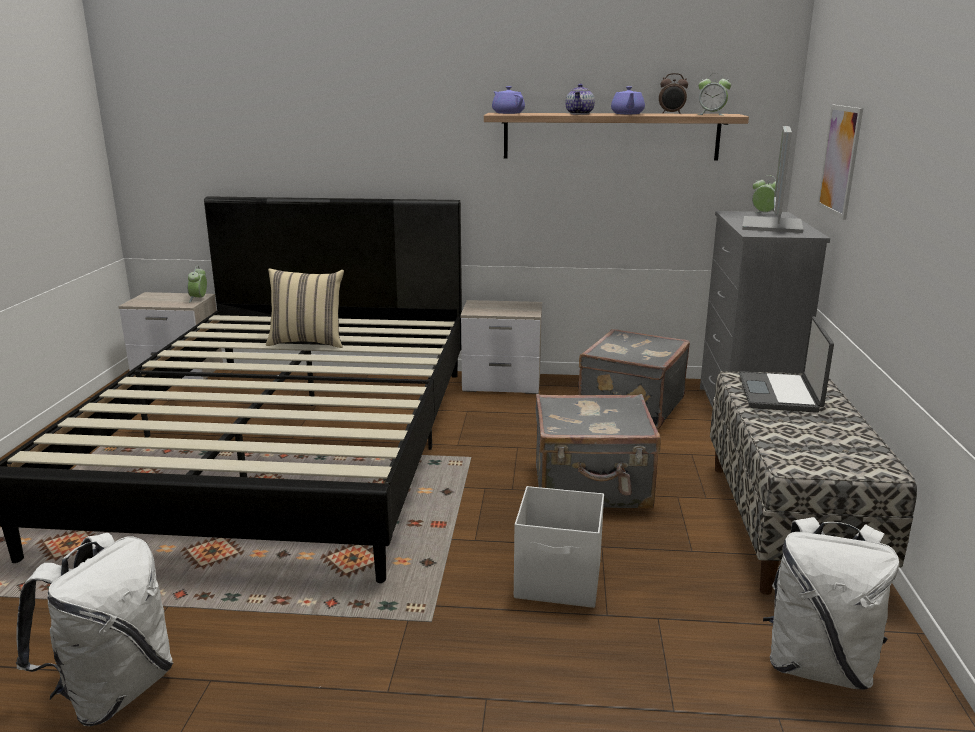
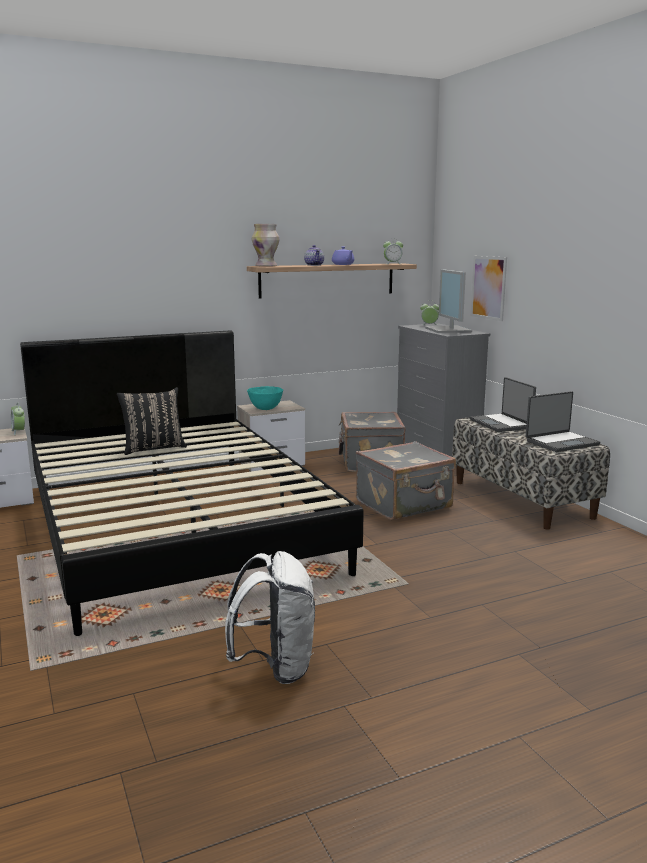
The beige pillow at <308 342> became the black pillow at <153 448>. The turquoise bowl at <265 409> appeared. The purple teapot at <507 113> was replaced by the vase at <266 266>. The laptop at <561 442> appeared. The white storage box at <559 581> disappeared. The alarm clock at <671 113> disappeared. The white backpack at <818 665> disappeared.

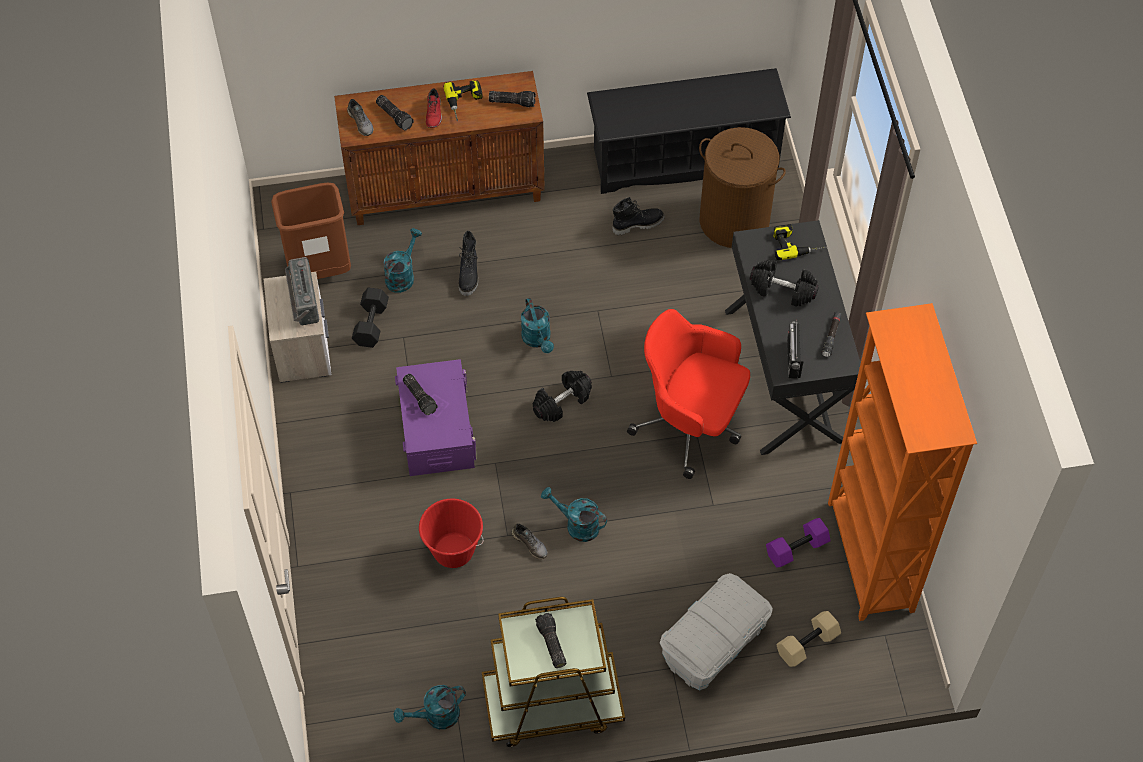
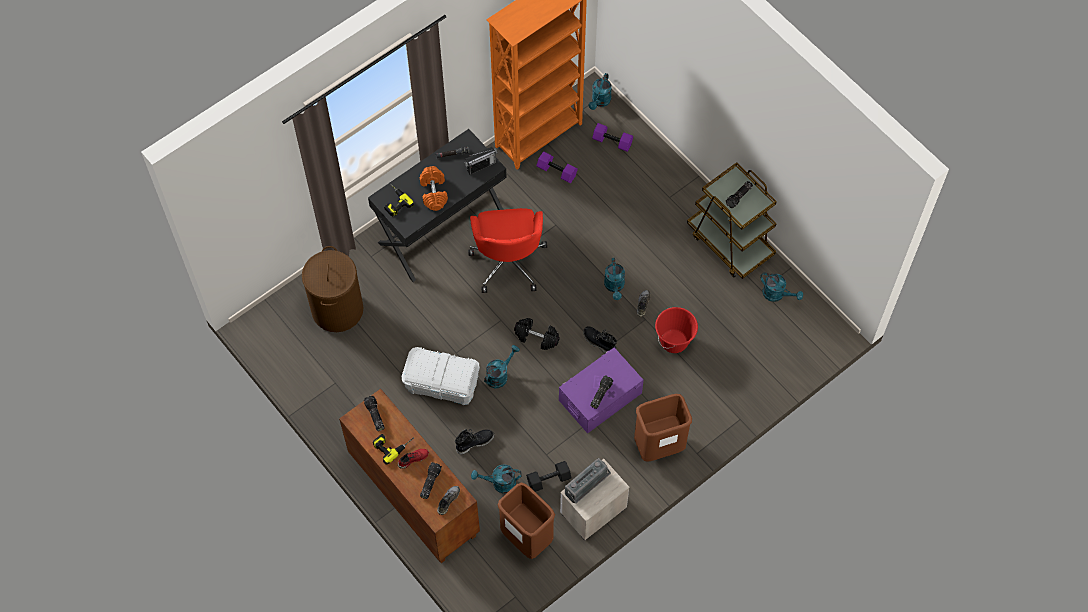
The white storage box moved from <714 644> to <442 384>. The black dumbbell at <782 290> became the orange dumbbell at <434 193>. The black boot moved from <637 224> to <598 343>. The turquoise watering can at <600 101> appeared. The beige dumbbell at <807 645> became the purple dumbbell at <613 141>. The brown trash can at <659 446> appeared. The black shoe rack at <684 159> disappeared.

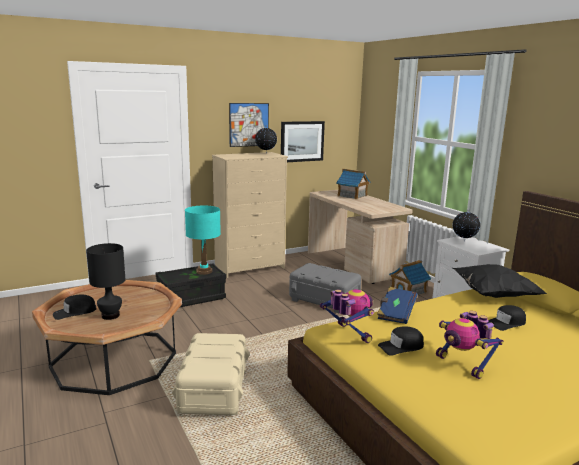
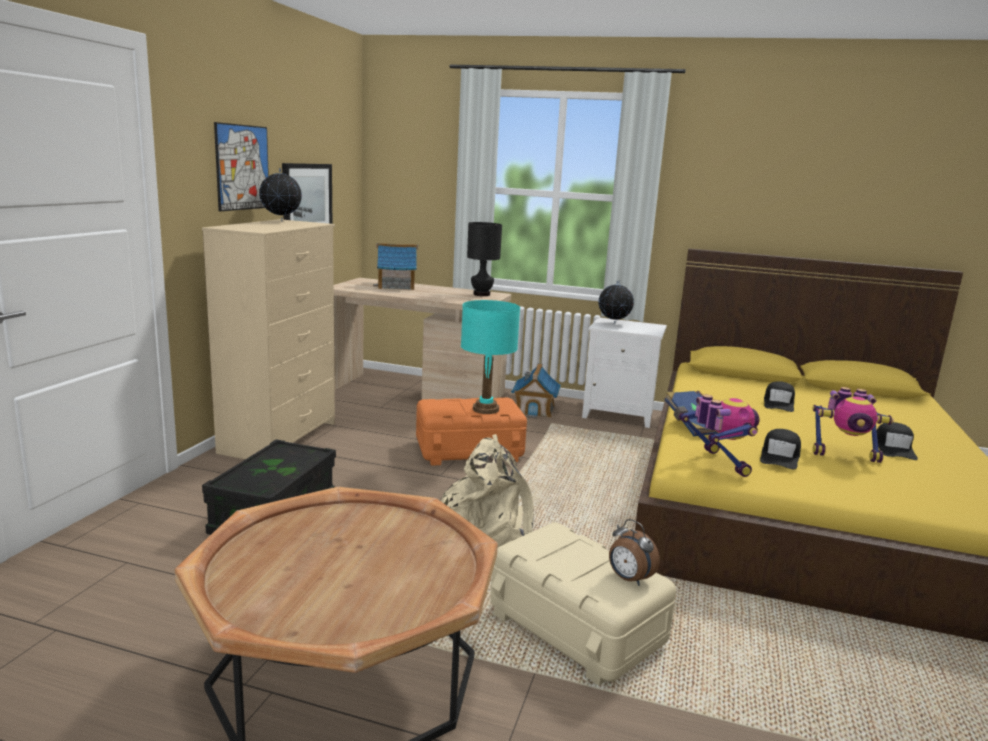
The grey storage box at <324 300> became the orange storage box at <469 450>. The beige backpack at <487 529> appeared. The turquoise table lamp moved from <204 271> to <486 409>. The black table lamp moved from <110 316> to <482 294>. The alarm clock at <629 579> appeared. The toy robot at <348 334> turned 60 degrees clockwise. The black cap moved from <75 312> to <894 448>. The black pillow at <492 295> disappeared.

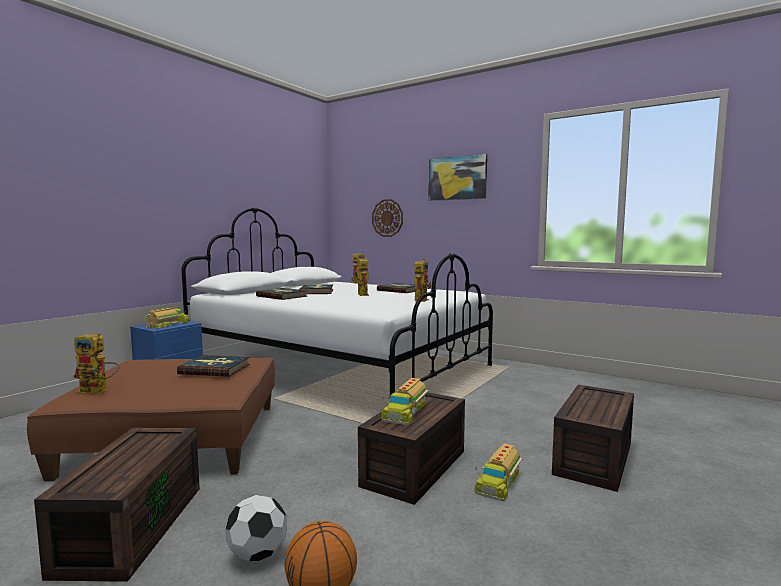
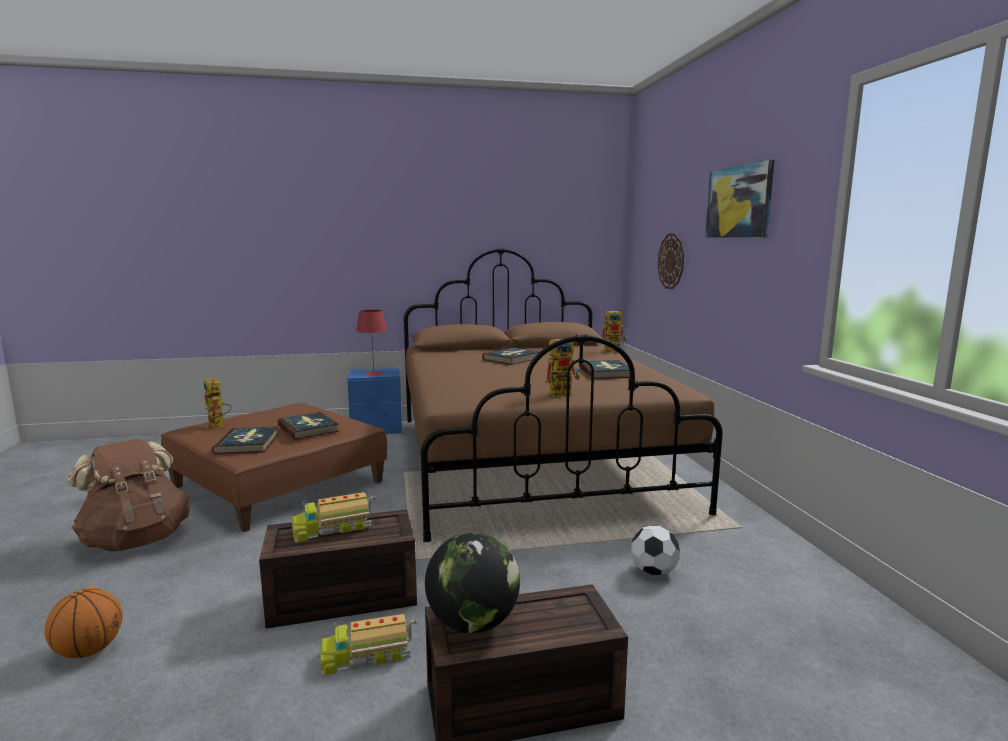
The brown storage box at <131 526> was replaced by the brown backpack at <137 540>. The book moved from <282 296> to <248 443>. The toy truck at <167 325> was replaced by the red table lamp at <373 373>. The white bed at <342 368> became the brown bed at <530 459>. The globe at <473 623> appeared. The football moved from <258 554> to <653 571>. The toy robot at <361 294> disappeared.

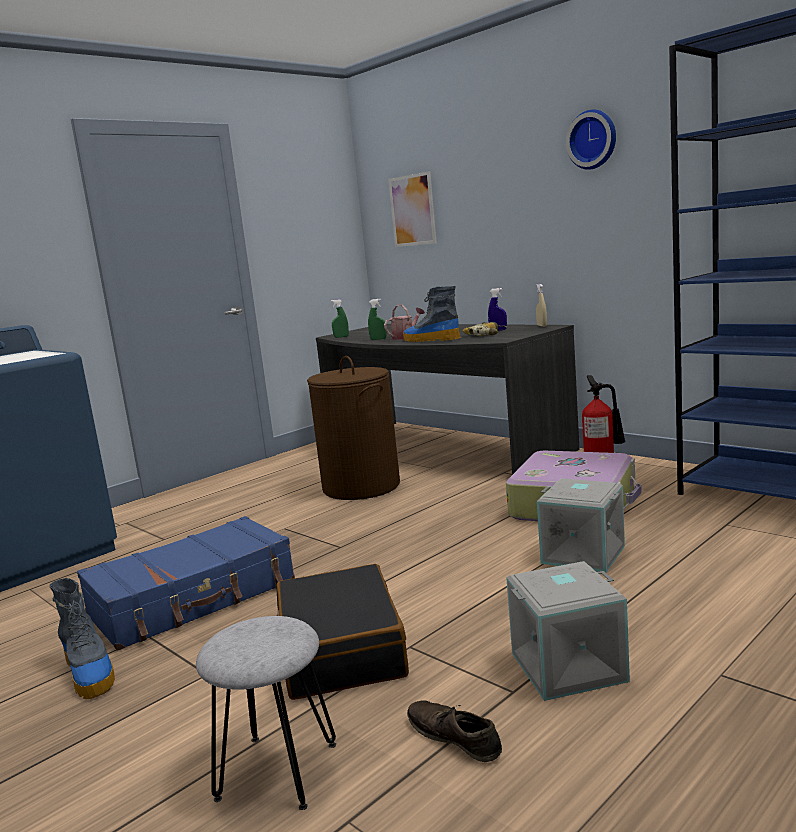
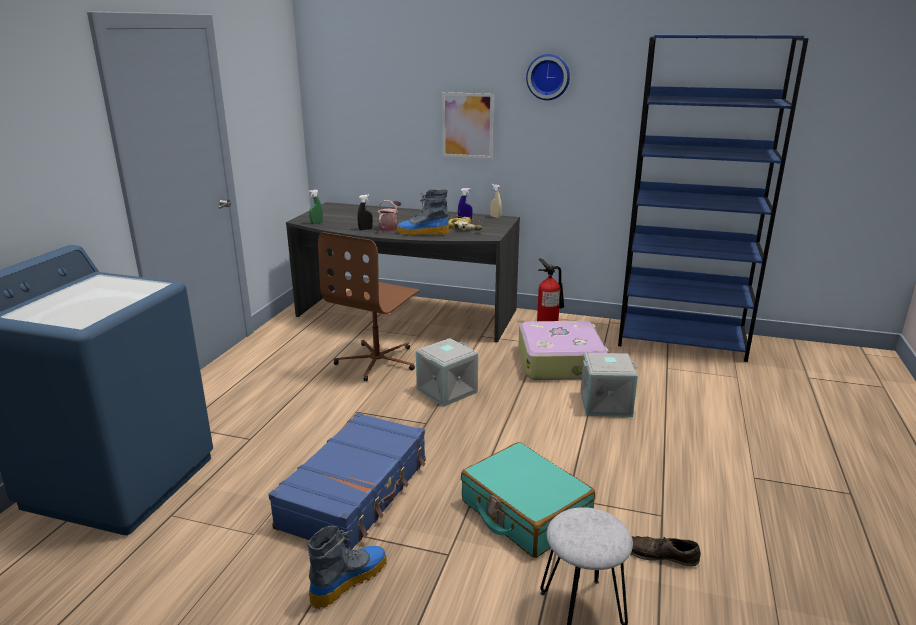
The boot at <90 674> turned 75 degrees counterclockwise. The brown laundry basket at <361 487> was replaced by the brown office chair at <378 361>. The green spray bottle at <378 339> became the black spray bottle at <365 229>. The grey storage box moved from <568 668> to <447 391>. The picture moved from <412 210> to <467 125>. The black suitcase at <340 650> became the turquoise suitcase at <524 512>.

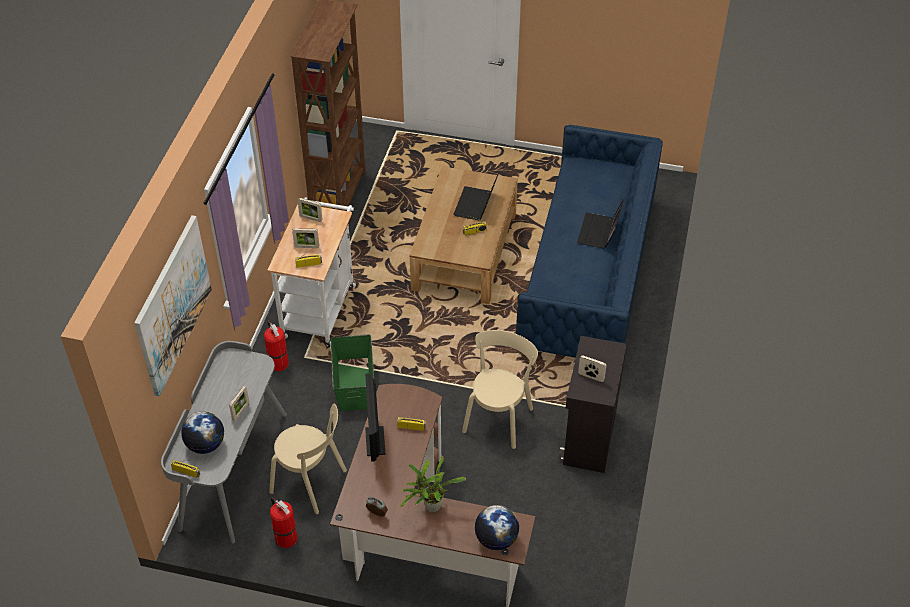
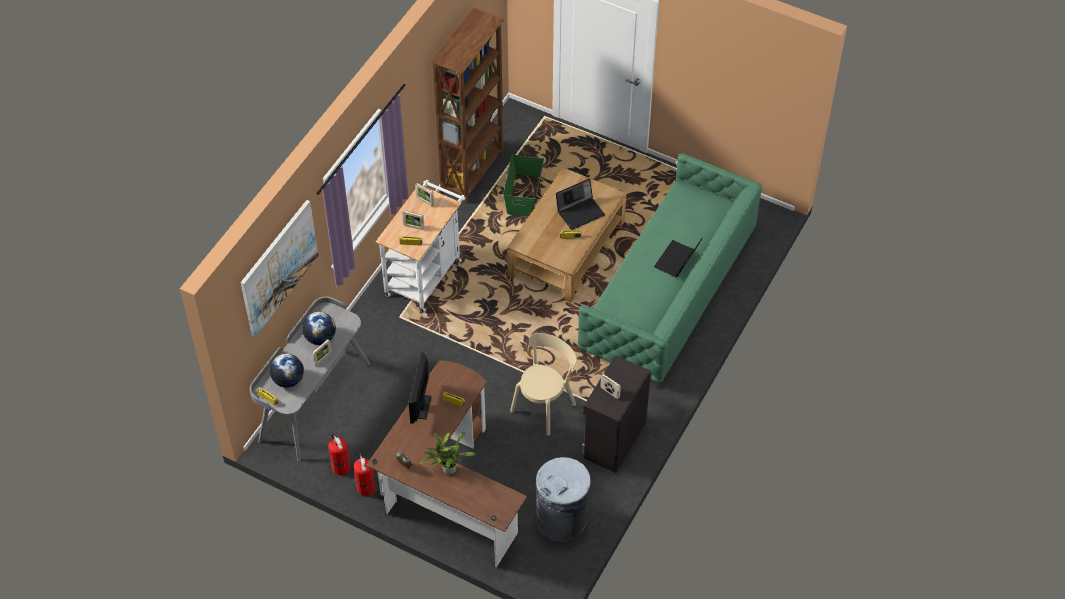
The globe moved from <496 539> to <320 338>. The fire extinguisher moved from <278 362> to <365 487>. The green storage box moved from <354 384> to <524 195>. The grey trash can at <562 520> appeared. The laptop at <476 205> turned 150 degrees counterclockwise. The blue sofa at <588 274> became the green sofa at <668 293>. The beige chair at <311 483> disappeared.

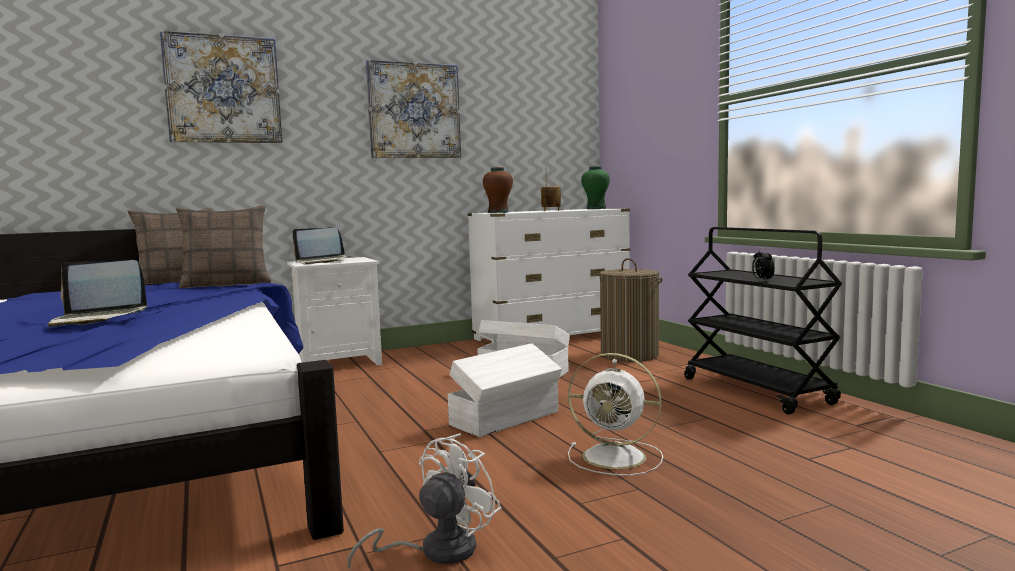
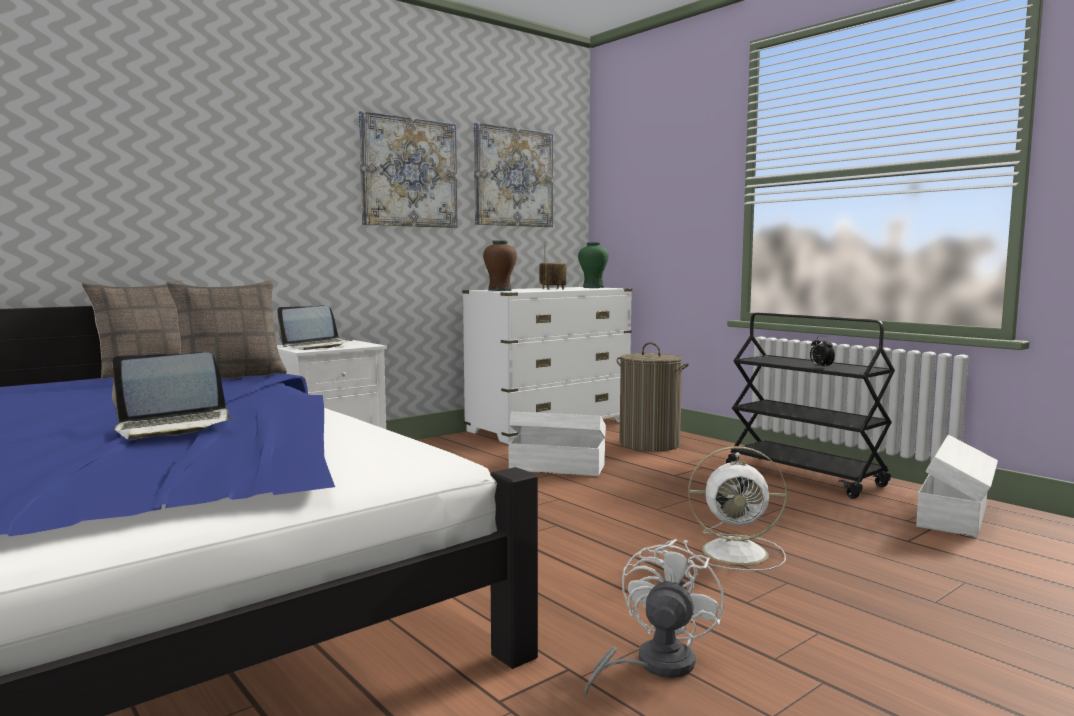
The picture moved from <223 89> to <513 177>. The white storage box moved from <506 418> to <954 516>.

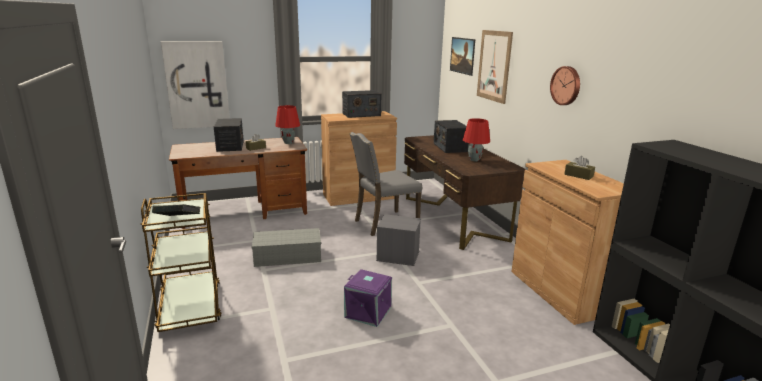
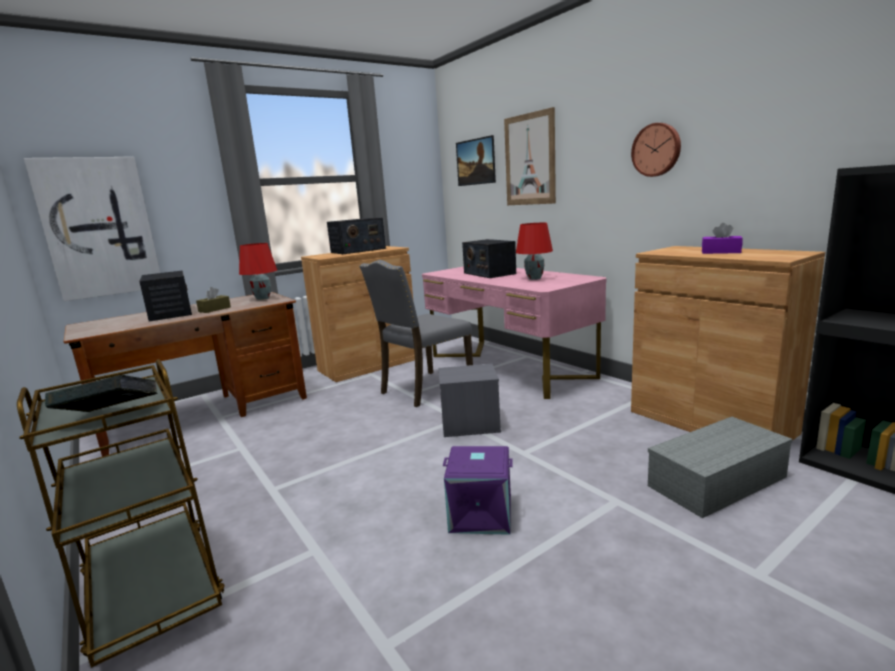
The brown desk at <453 218> became the pink desk at <508 366>. The grey storage box moved from <286 257> to <717 482>. The brown tissue box at <578 175> became the purple tissue box at <720 252>.

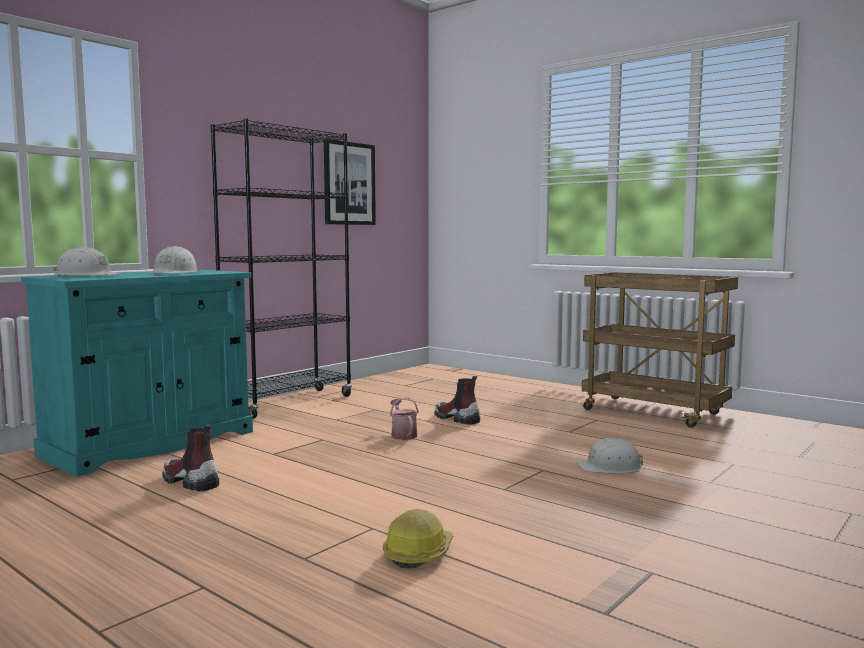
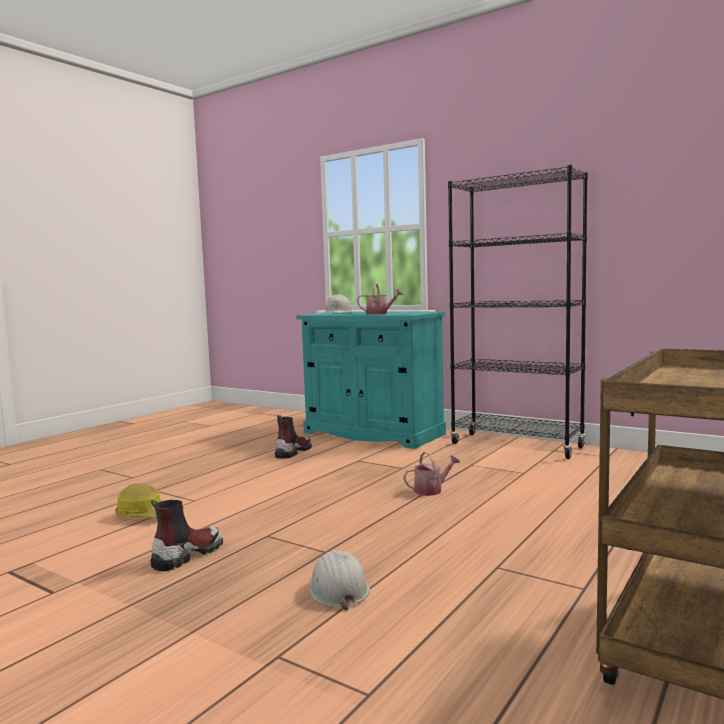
The boot moved from <456 418> to <187 555>. The white hard hat at <174 273> was replaced by the watering can at <380 313>. The picture at <349 183> disappeared.

